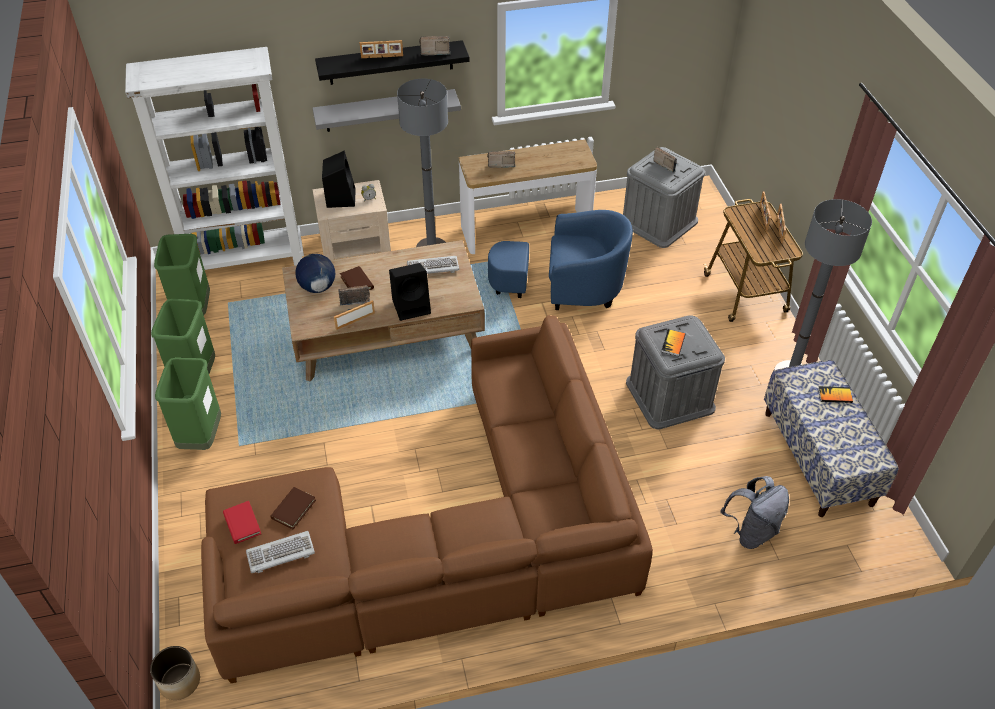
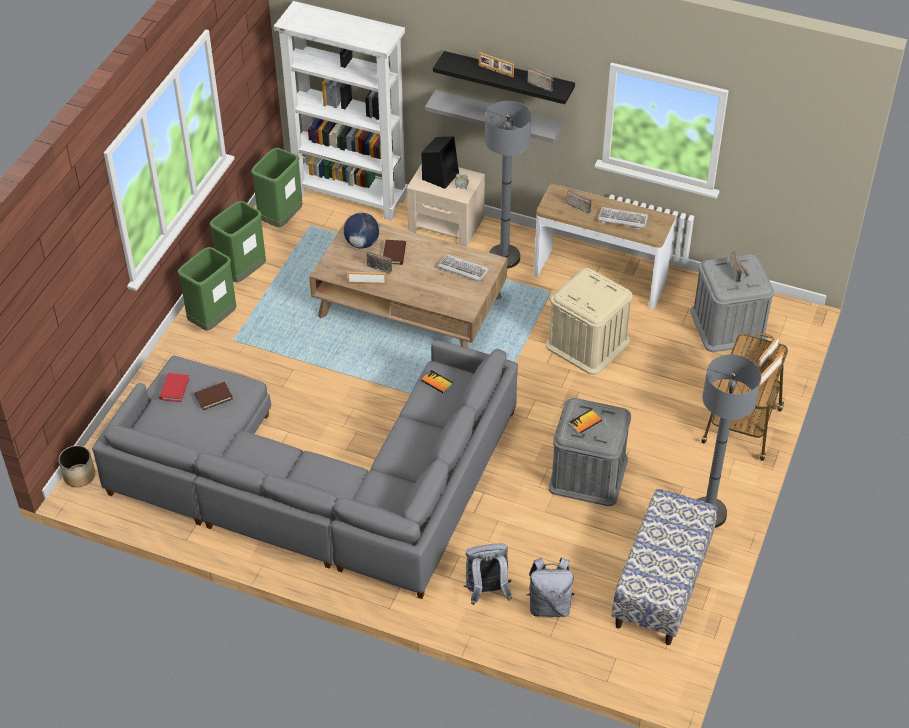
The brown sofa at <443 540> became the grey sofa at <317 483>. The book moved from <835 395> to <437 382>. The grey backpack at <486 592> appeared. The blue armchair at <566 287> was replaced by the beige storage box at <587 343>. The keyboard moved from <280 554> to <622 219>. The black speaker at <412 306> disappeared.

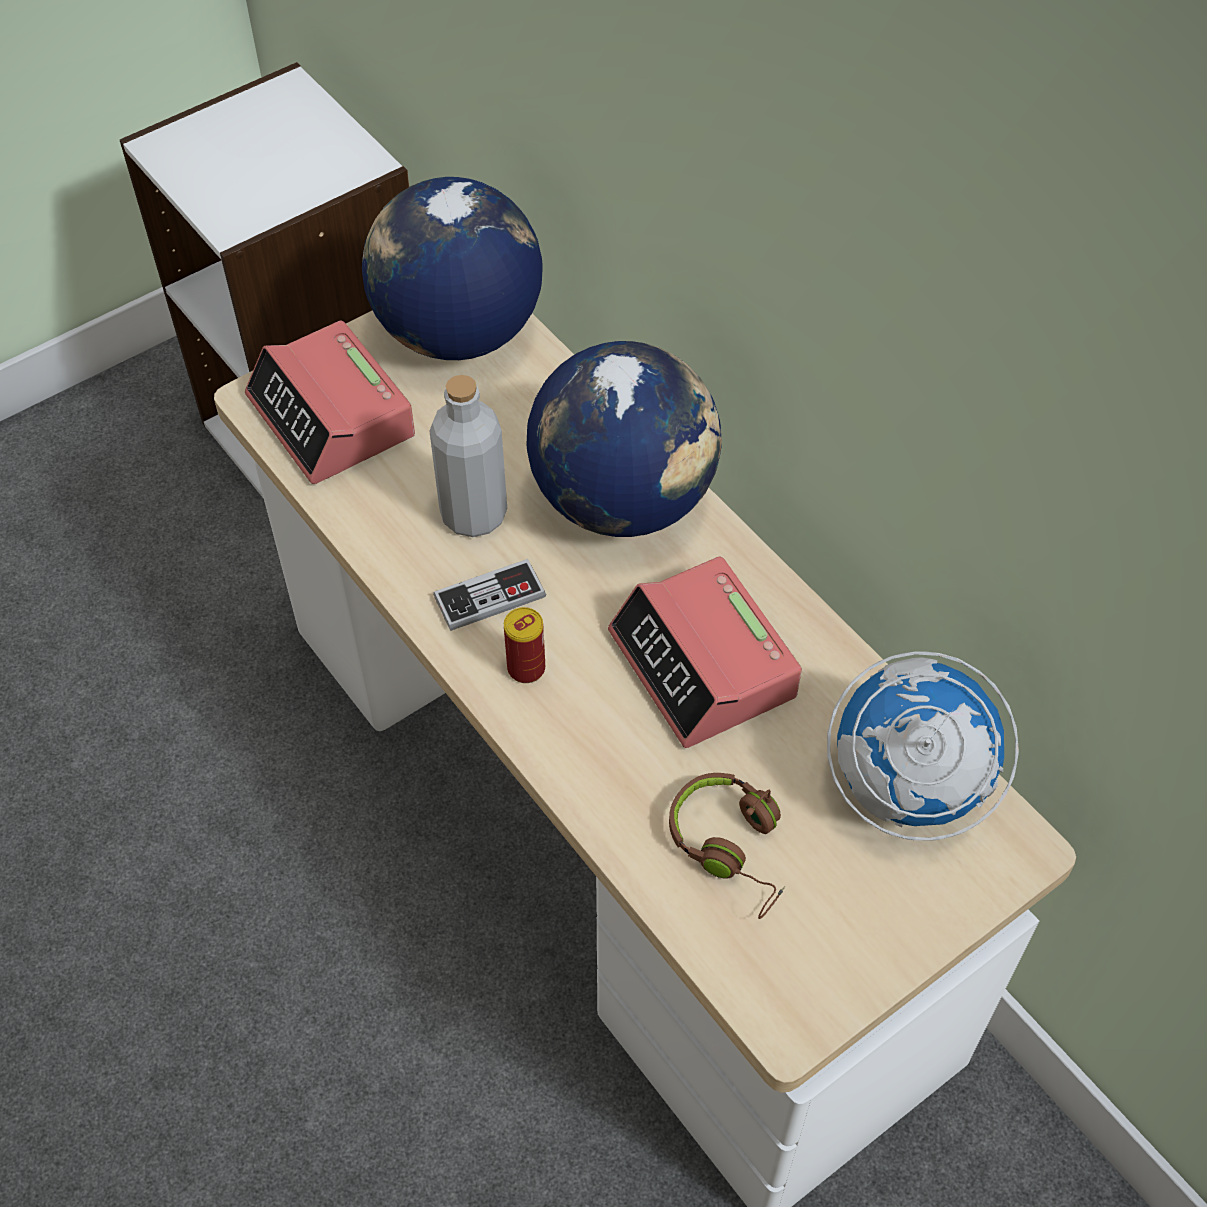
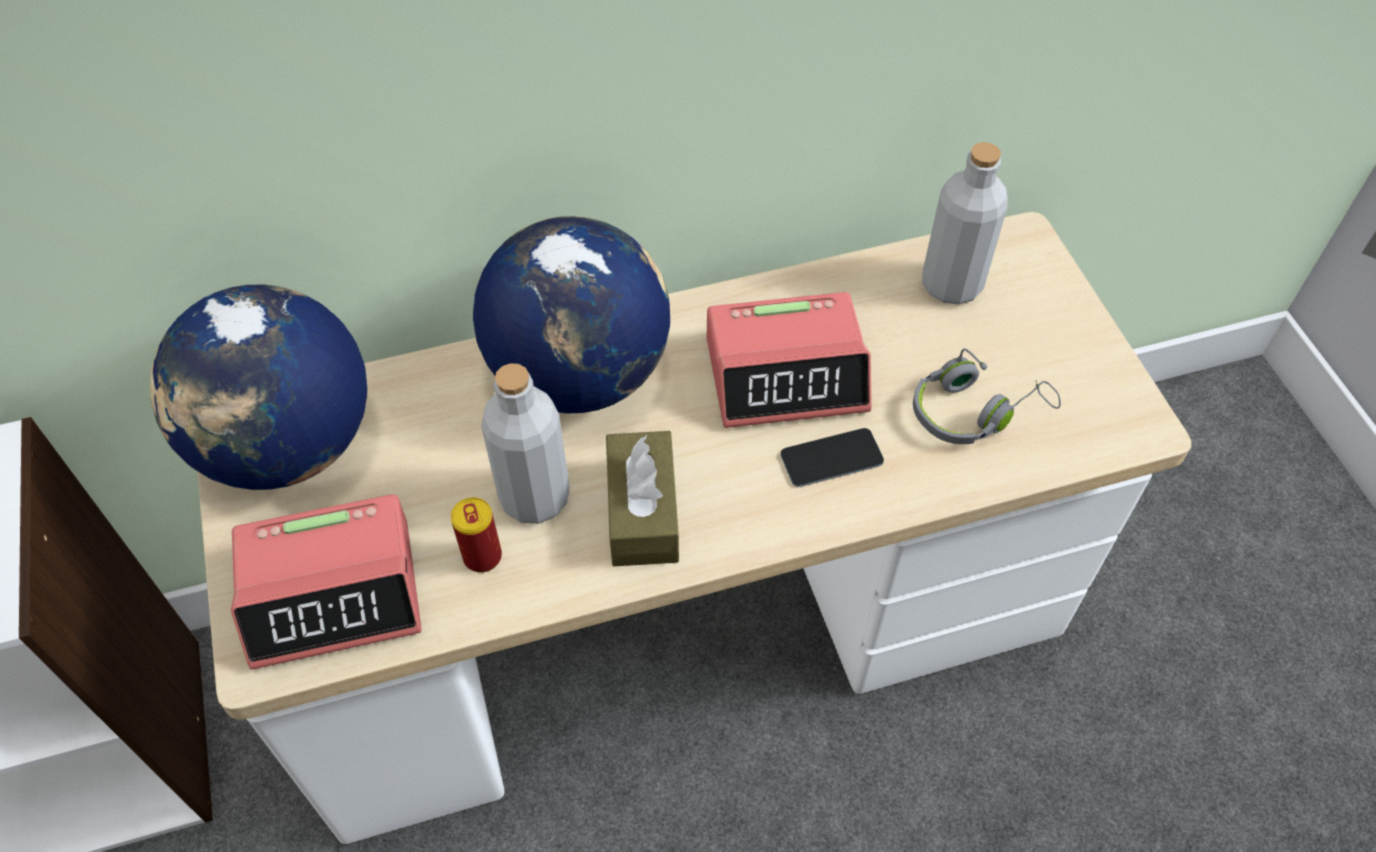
The can moved from <526 668> to <482 556>. The game controller at <490 597> was replaced by the brown tissue box at <642 512>. The phone at <831 458> appeared. The brown headphones at <732 847> became the grey headphones at <974 411>. The globe at <906 787> was replaced by the grey bottle at <951 284>.

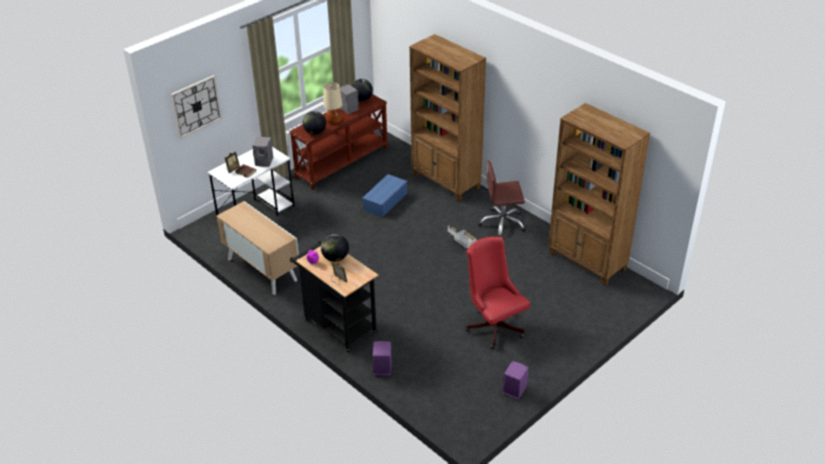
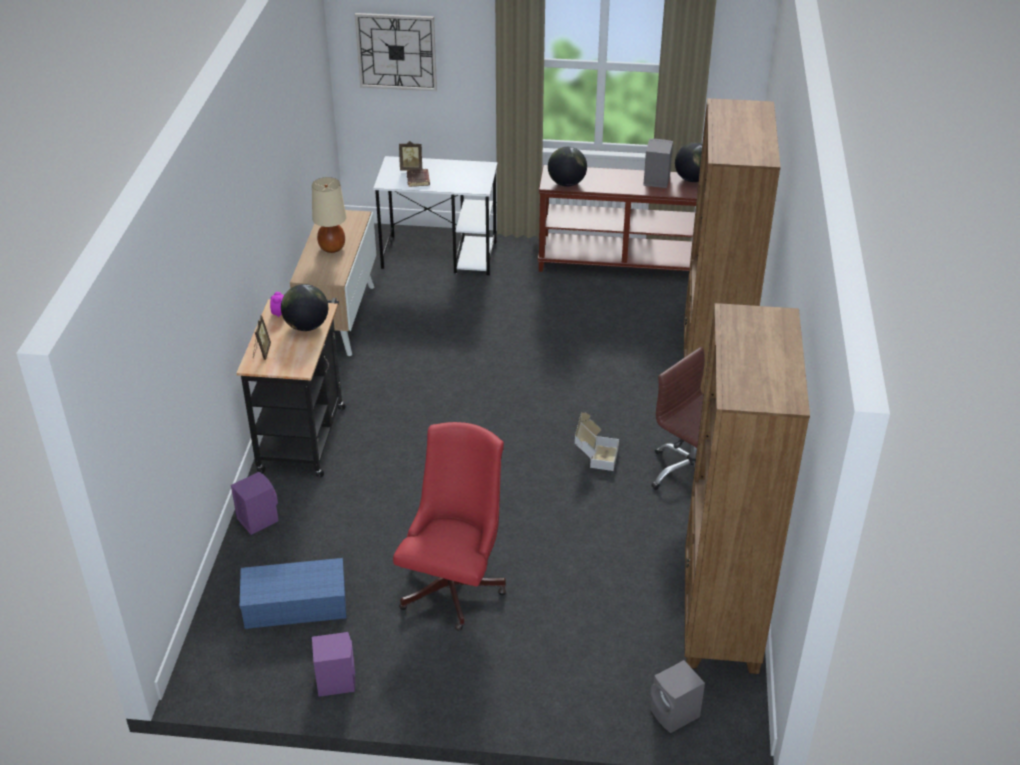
The blue storage box moved from <385 202> to <294 605>. The beige table lamp moved from <334 121> to <332 248>. The grey speaker moved from <265 161> to <675 715>.

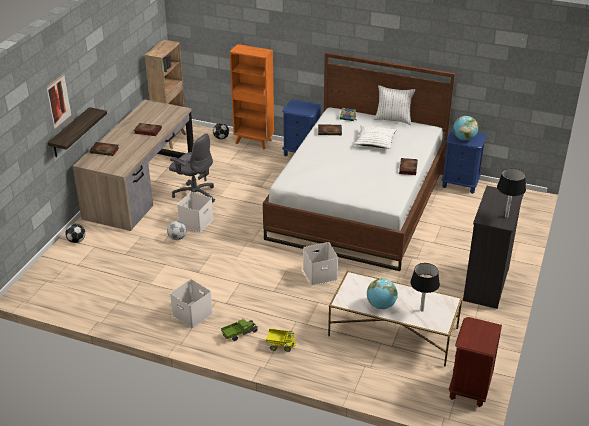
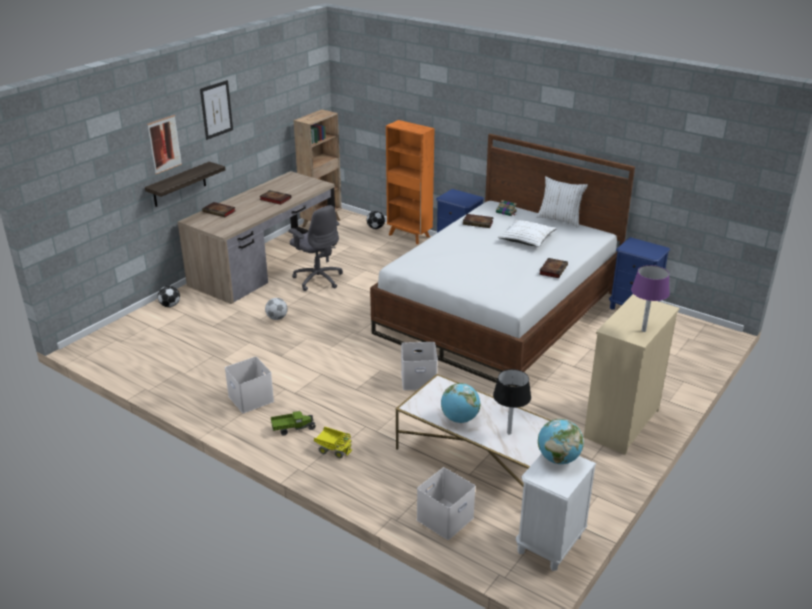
The picture at <216 109> appeared. The white storage box moved from <196 221> to <445 517>. The brown nightstand at <470 388> became the white nightstand at <549 544>. The globe moved from <464 139> to <558 459>. The black dresser at <485 285> became the beige dresser at <620 424>. The black table lamp at <506 216> became the purple table lamp at <643 330>.

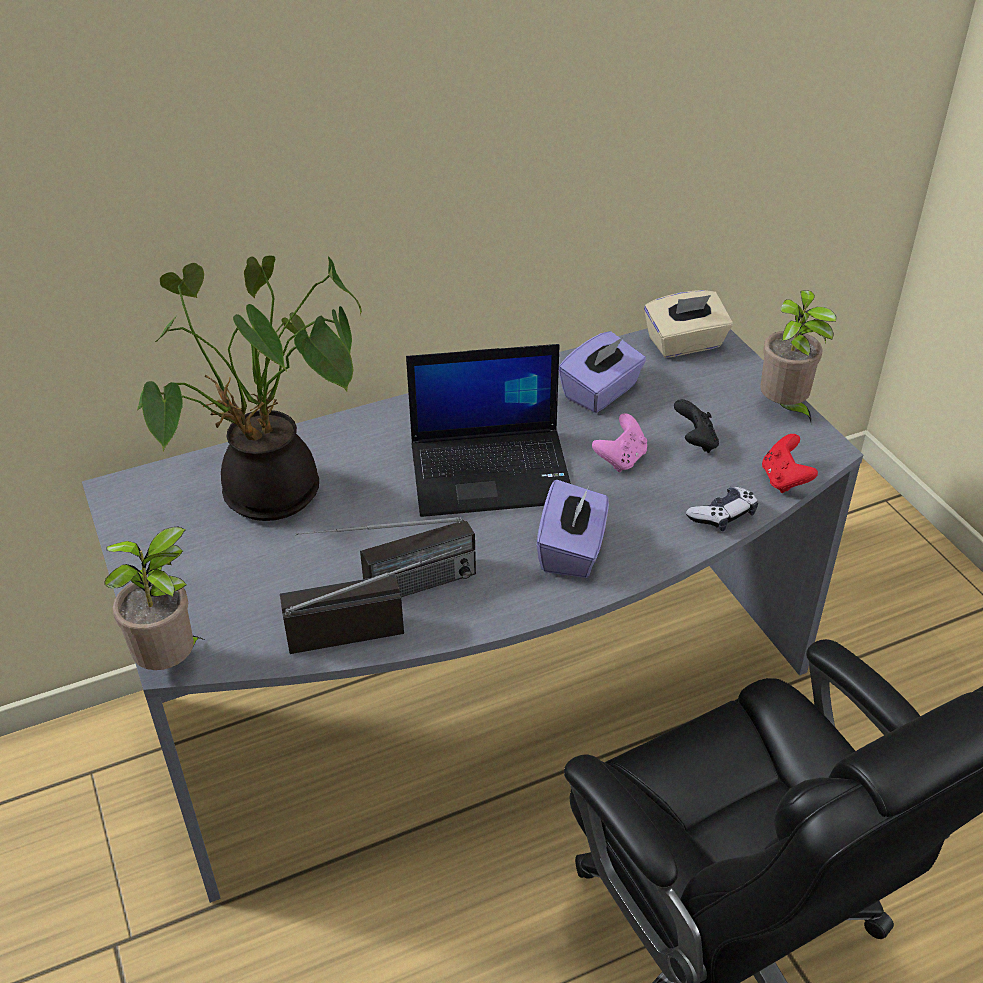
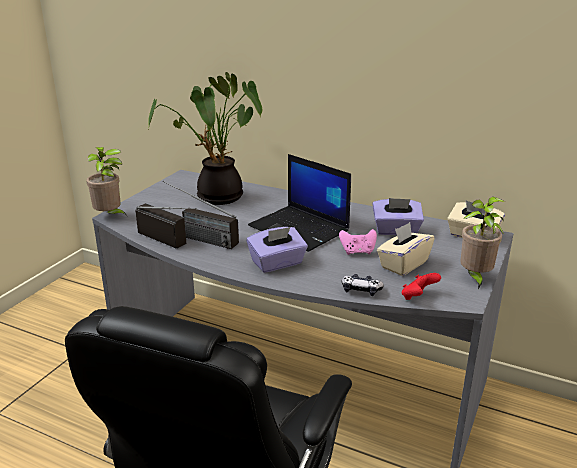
The black game controller at <695 442> was replaced by the beige tissue box at <403 264>.

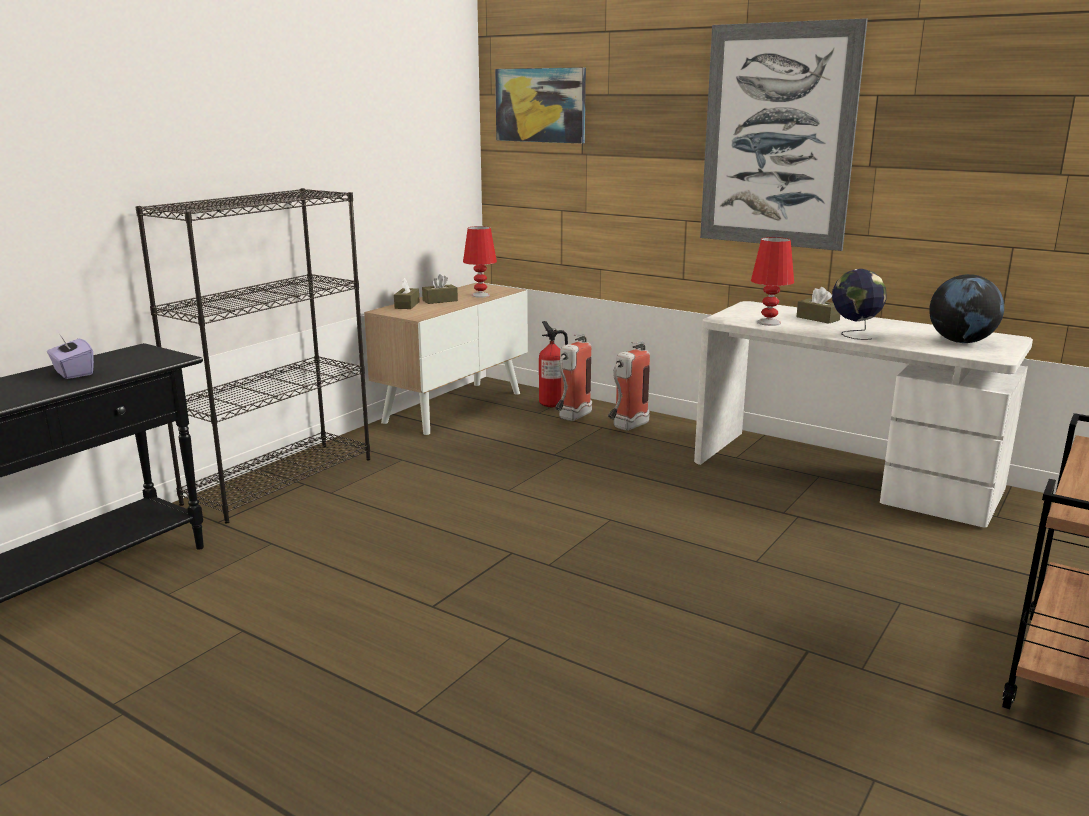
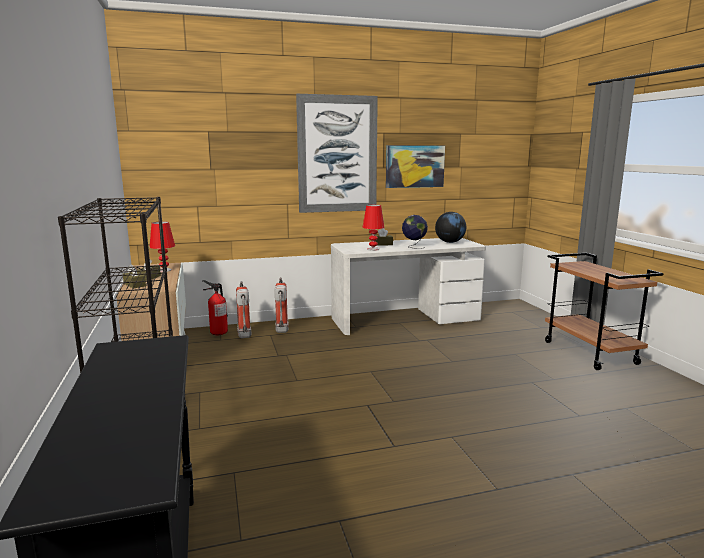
The picture moved from <540 105> to <414 166>. The purple tissue box at <73 373> disappeared.

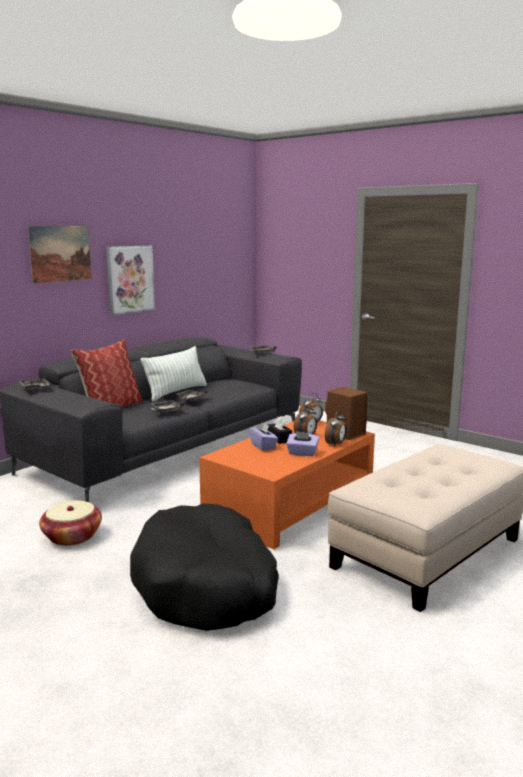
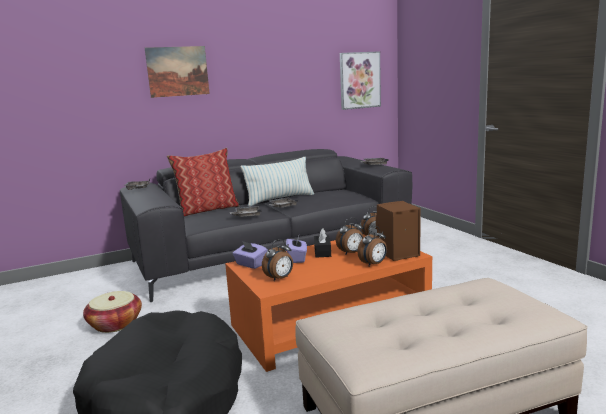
The purple tissue box moved from <302 453> to <250 264>. The alarm clock at <280 278> appeared. The picture moved from <130 279> to <359 80>.

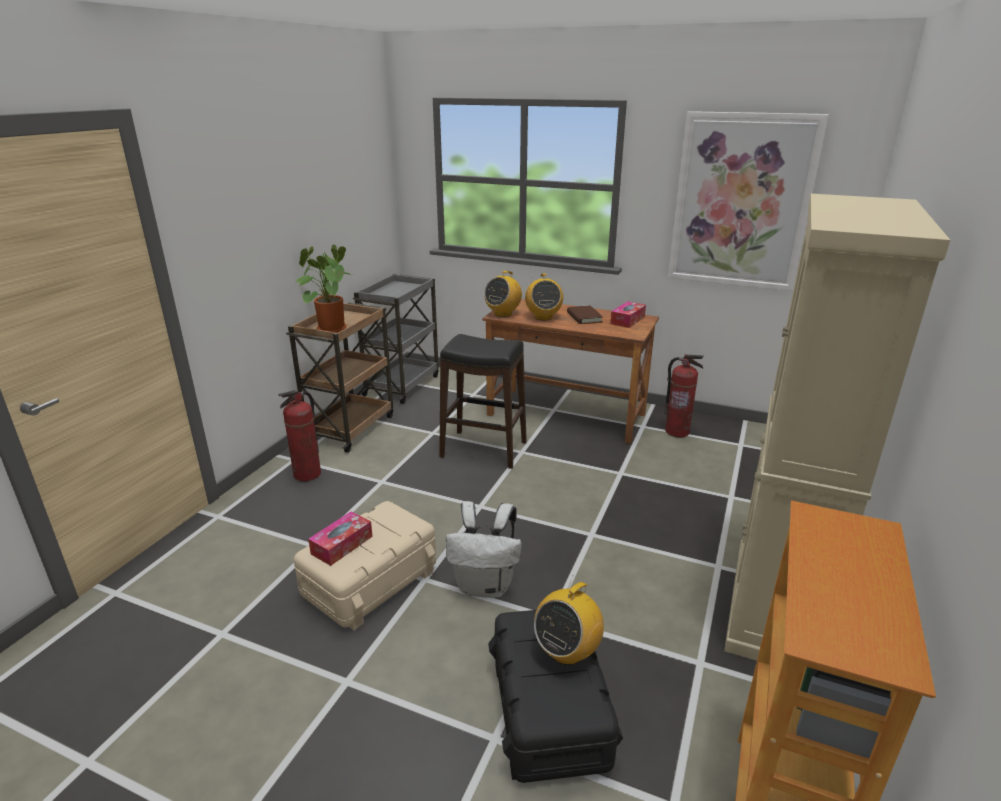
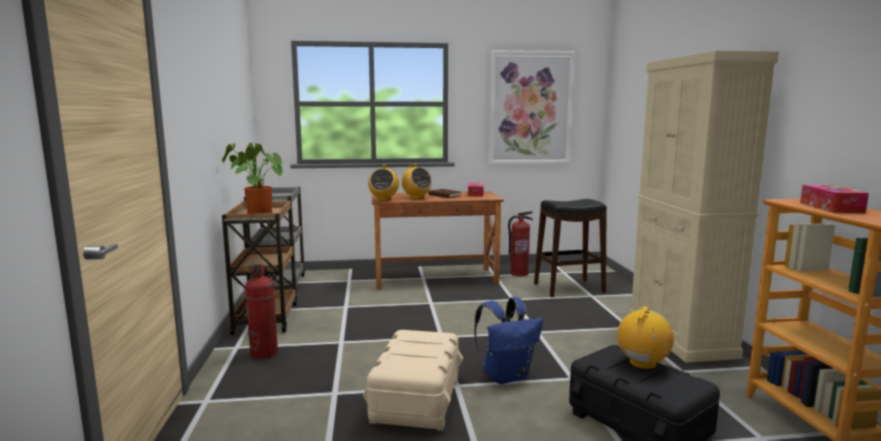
The white backpack at <486 586> became the blue backpack at <506 376>. The black stool moved from <483 449> to <568 288>. The radio at <567 651> turned 150 degrees counterclockwise. The tissue box moved from <342 545> to <831 207>.

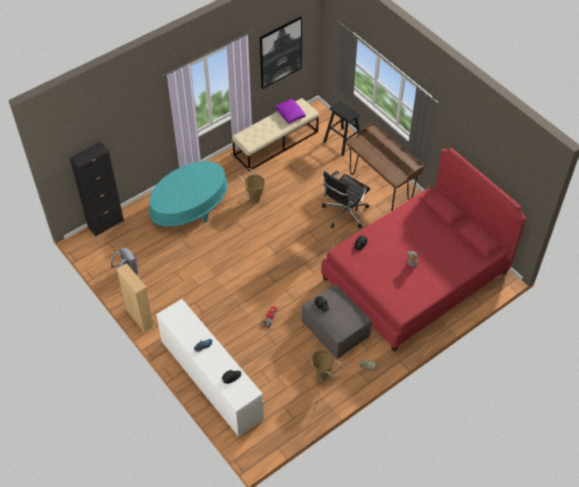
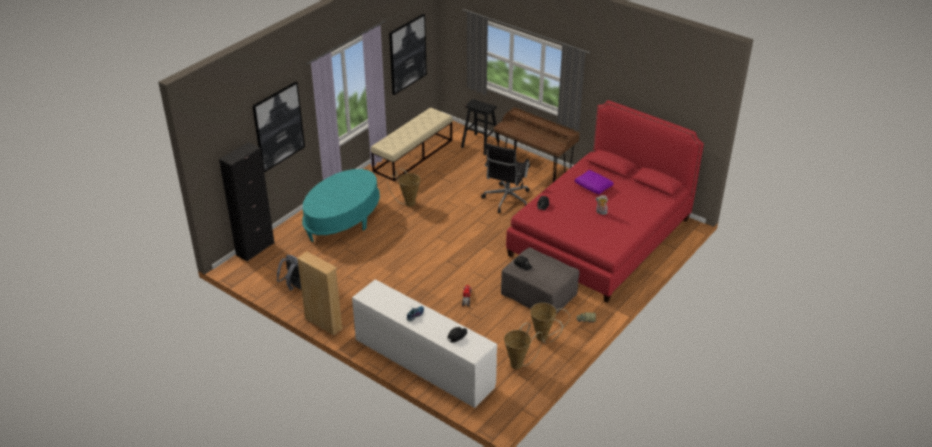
The picture at <278 126> appeared. The basket at <519 363> appeared. The purple pillow moved from <290 114> to <593 186>.

